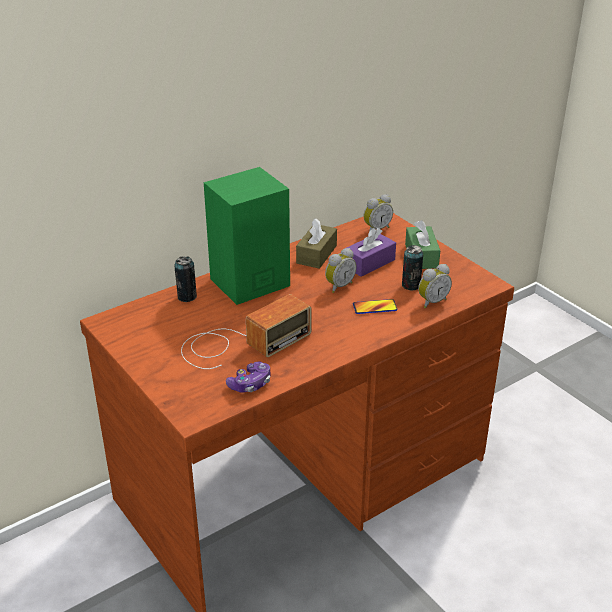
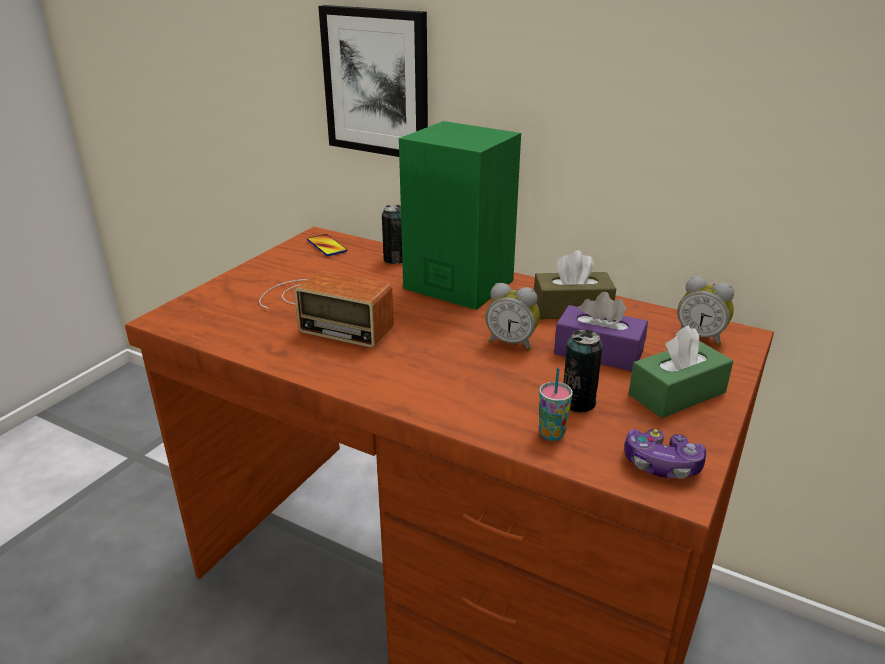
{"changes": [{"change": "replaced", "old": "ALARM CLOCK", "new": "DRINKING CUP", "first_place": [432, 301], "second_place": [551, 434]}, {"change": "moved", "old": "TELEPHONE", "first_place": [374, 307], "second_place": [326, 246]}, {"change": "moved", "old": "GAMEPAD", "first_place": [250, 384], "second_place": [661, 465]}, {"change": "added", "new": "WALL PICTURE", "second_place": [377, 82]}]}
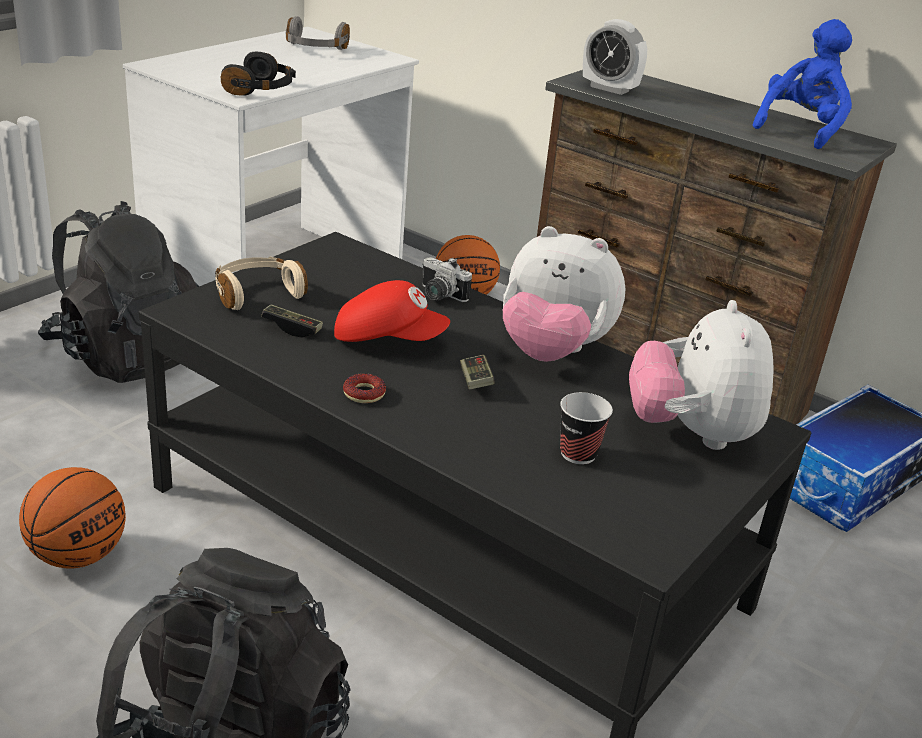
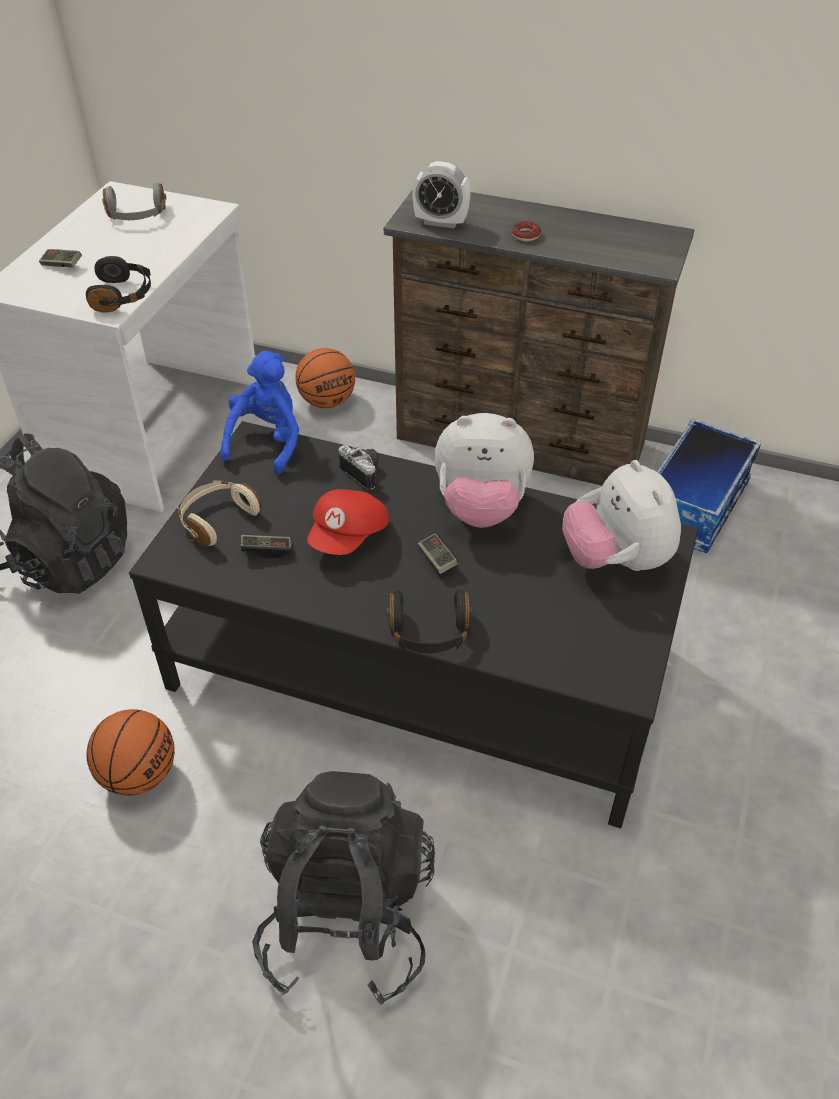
{"changes": [{"change": "moved", "old": "BLUISH CUDDLY TOY", "first_place": [800, 129], "second_place": [267, 441]}, {"change": "turned", "old": "STILL CAMERA", "first_place": [438, 295], "second_place": [365, 472], "degrees": -150}, {"change": "turned", "old": "RED BASEBALL CAP", "first_place": [388, 339], "second_place": [349, 536], "degrees": 120}, {"change": "moved", "old": "RING DOUGHNUT", "first_place": [364, 393], "second_place": [525, 235]}, {"change": "removed", "old": "DRINKING CUP", "first_place": [578, 454]}, {"change": "added", "new": "GAMEPAD", "second_place": [62, 265]}, {"change": "added", "new": "BLACK-COLOURED HEADPHONES", "second_place": [429, 633]}]}
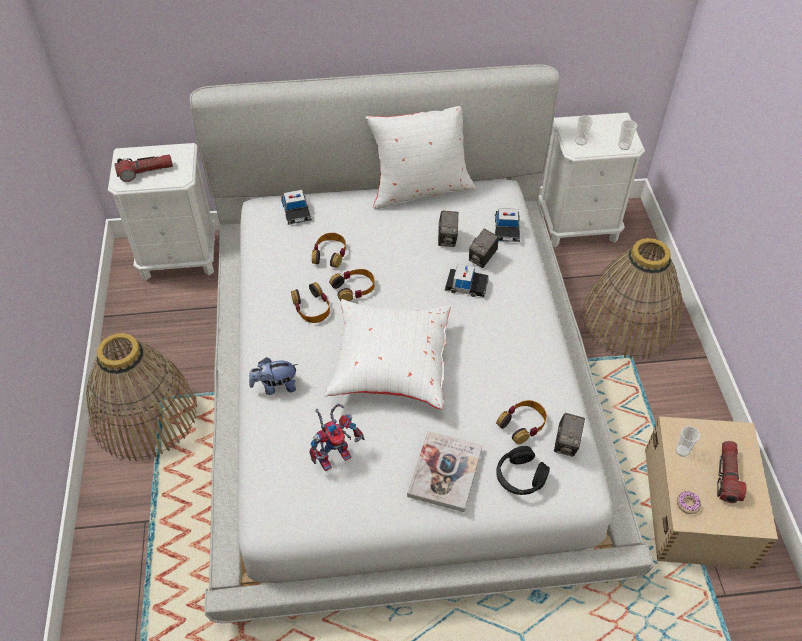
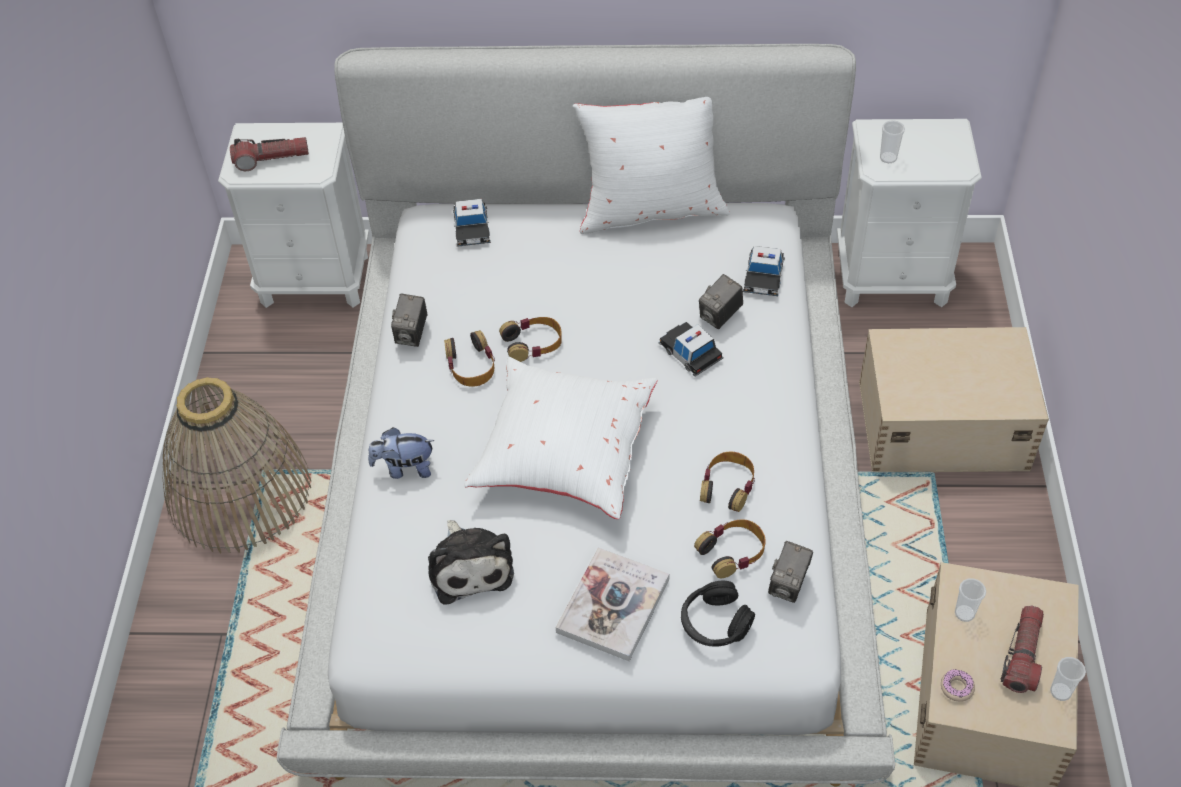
{"changes": [{"change": "moved", "old": "DRINKING CUP", "first_place": [624, 146], "second_place": [1060, 692]}, {"change": "moved", "old": "STILL CAMERA", "first_place": [447, 239], "second_place": [412, 334]}, {"change": "moved", "old": "HEADPHONES", "first_place": [330, 254], "second_place": [727, 486]}, {"change": "replaced", "old": "HOUSEHOLD BASKET", "new": "SAND-COLOURED STORAGE BOX", "first_place": [629, 321], "second_place": [940, 424]}, {"change": "turned", "old": "TOY CAR", "first_place": [466, 285], "second_place": [690, 352], "degrees": -150}, {"change": "replaced", "old": "TOY ROBOT", "new": "CUDDLY TOY", "first_place": [335, 454], "second_place": [469, 566]}]}
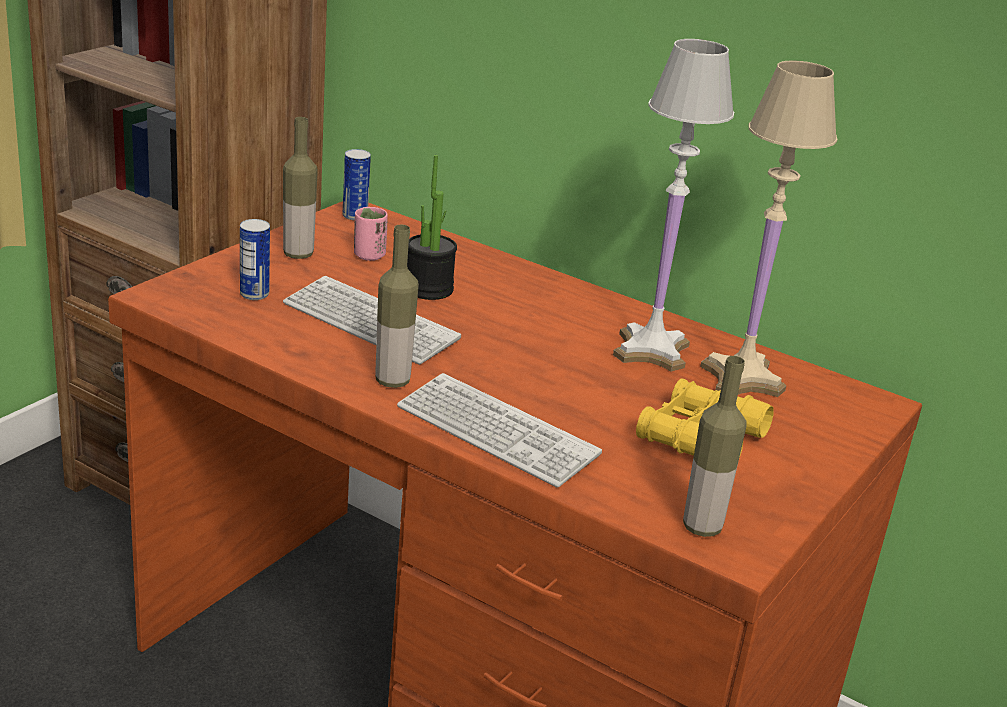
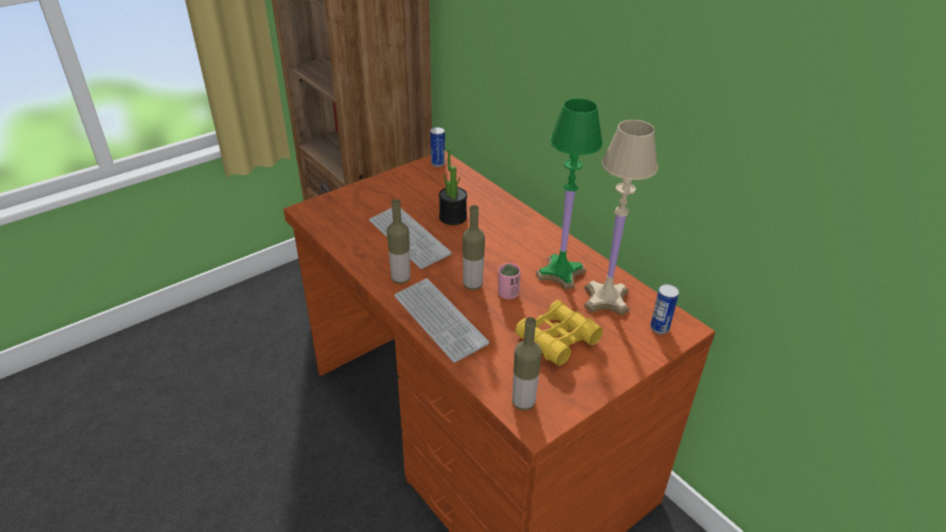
{"changes": [{"change": "recoloured", "old": "WHITE-COLOURED LAMP FOR A TABLE", "new": "GREENISH LAMP FOR A TABLE", "first_place": [650, 350], "second_place": [560, 273]}, {"change": "moved", "old": "BEVERAGE BOTTLE", "first_place": [298, 254], "second_place": [472, 285]}, {"change": "moved", "old": "PINK DRINKING CUP", "first_place": [369, 255], "second_place": [508, 294]}, {"change": "moved", "old": "SEALED CAN", "first_place": [254, 294], "second_place": [659, 328]}]}
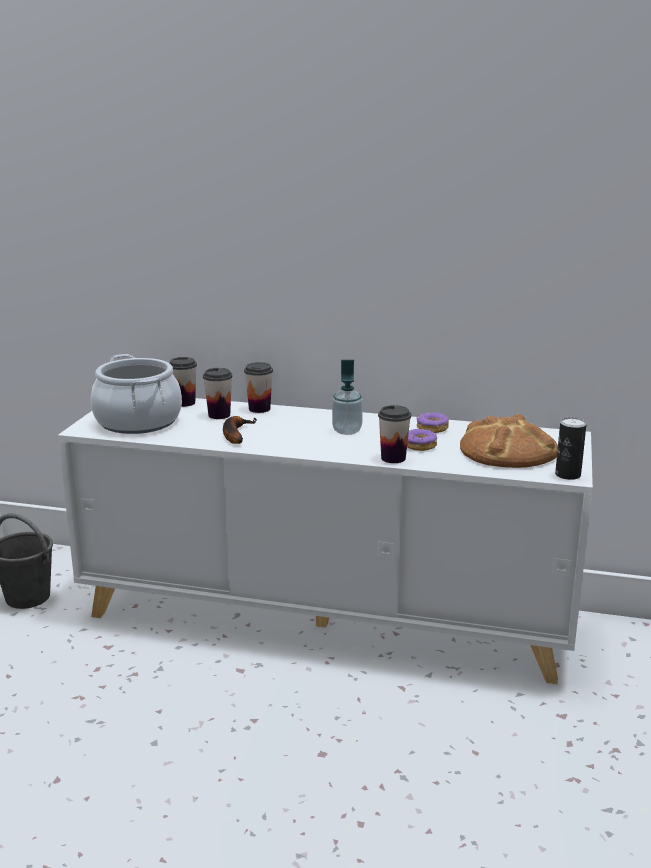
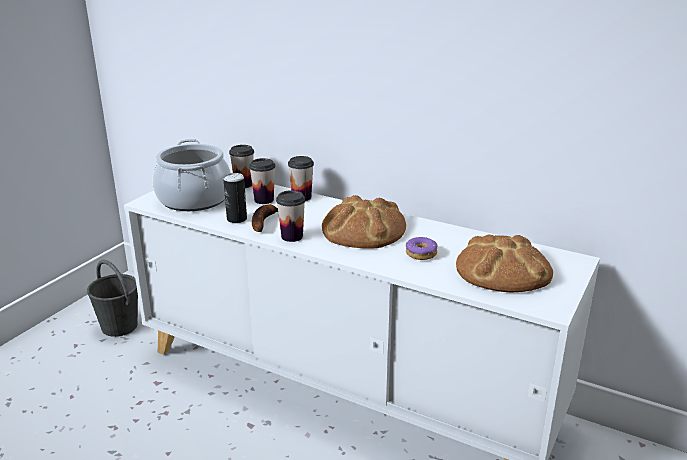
{"changes": [{"change": "replaced", "old": "SOAP DISPENSER", "new": "BREAD", "first_place": [347, 431], "second_place": [363, 229]}, {"change": "moved", "old": "DRINKING CUP", "first_place": [393, 458], "second_place": [292, 236]}, {"change": "removed", "old": "RING DOUGHNUT", "first_place": [432, 428]}, {"change": "moved", "old": "SEALED CAN", "first_place": [567, 475], "second_place": [236, 219]}]}
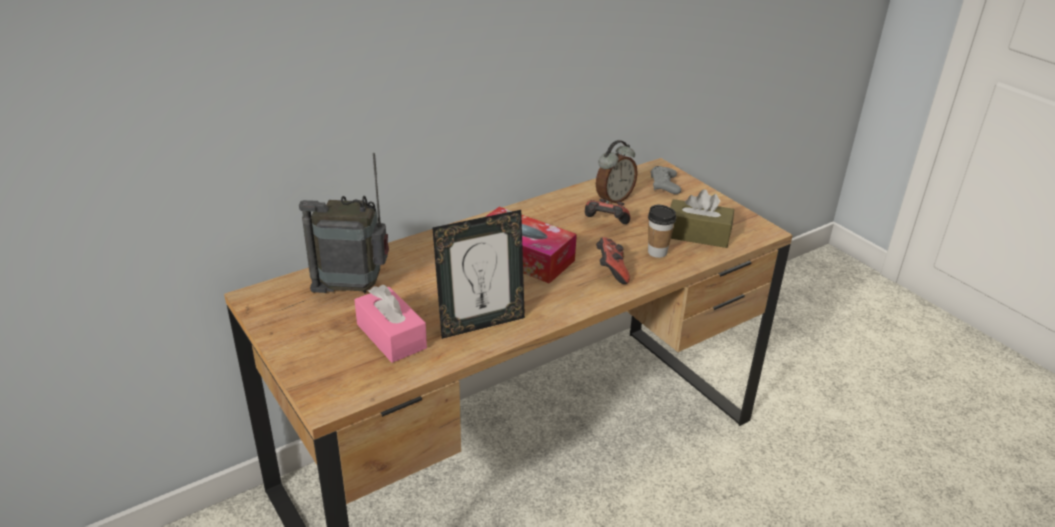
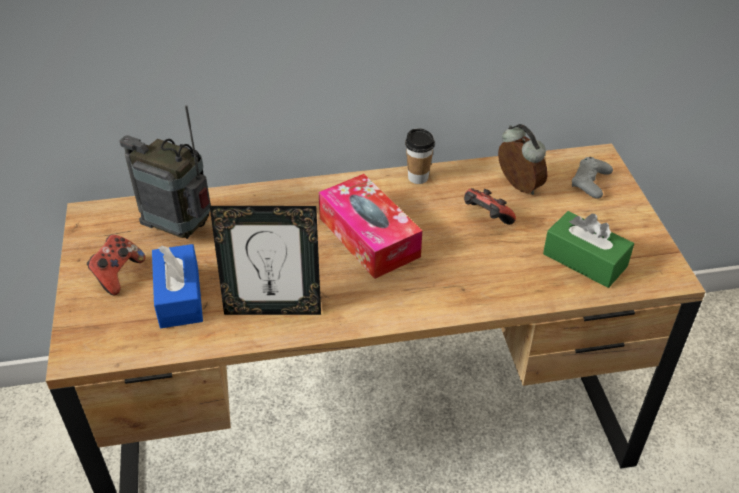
{"changes": [{"change": "turned", "old": "ALARM CLOCK", "first_place": [613, 199], "second_place": [517, 187], "degrees": -105}, {"change": "recoloured", "old": "BROWN TISSUE HOLDER", "new": "GREENISH TISSUE HOLDER", "first_place": [697, 234], "second_place": [584, 260]}, {"change": "moved", "old": "DRINKING CUP", "first_place": [657, 252], "second_place": [418, 177]}, {"change": "moved", "old": "GAMEPAD", "first_place": [611, 271], "second_place": [117, 274]}, {"change": "recoloured", "old": "PINK TISSUE HOLDER", "new": "BLUISH TISSUE HOLDER", "first_place": [391, 336], "second_place": [179, 297]}]}
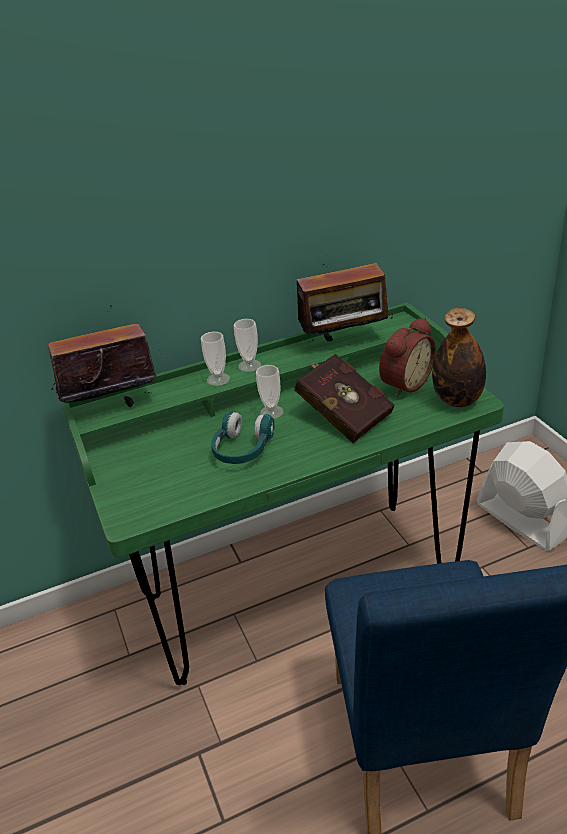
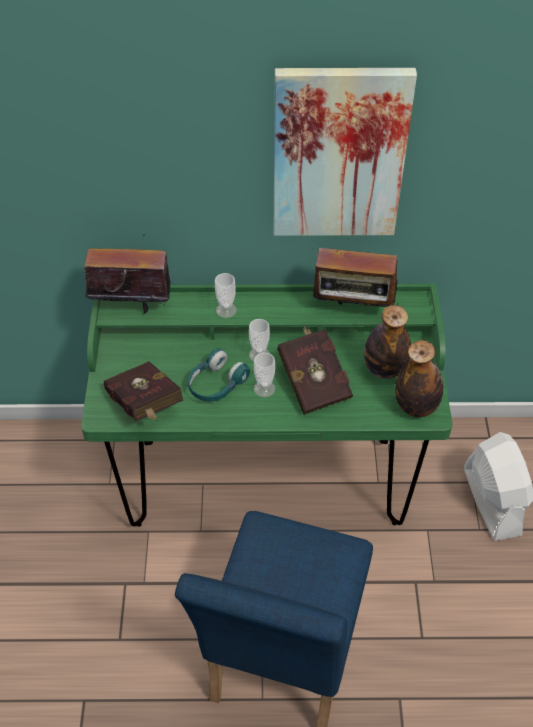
{"changes": [{"change": "replaced", "old": "ALARM CLOCK", "new": "BEVERAGE BOTTLE", "first_place": [404, 383], "second_place": [384, 369]}, {"change": "moved", "old": "DRINKING CUP", "first_place": [249, 366], "second_place": [264, 388]}, {"change": "added", "new": "WALL PICTURE", "second_place": [338, 154]}, {"change": "added", "new": "RED BOOK", "second_place": [145, 406]}]}
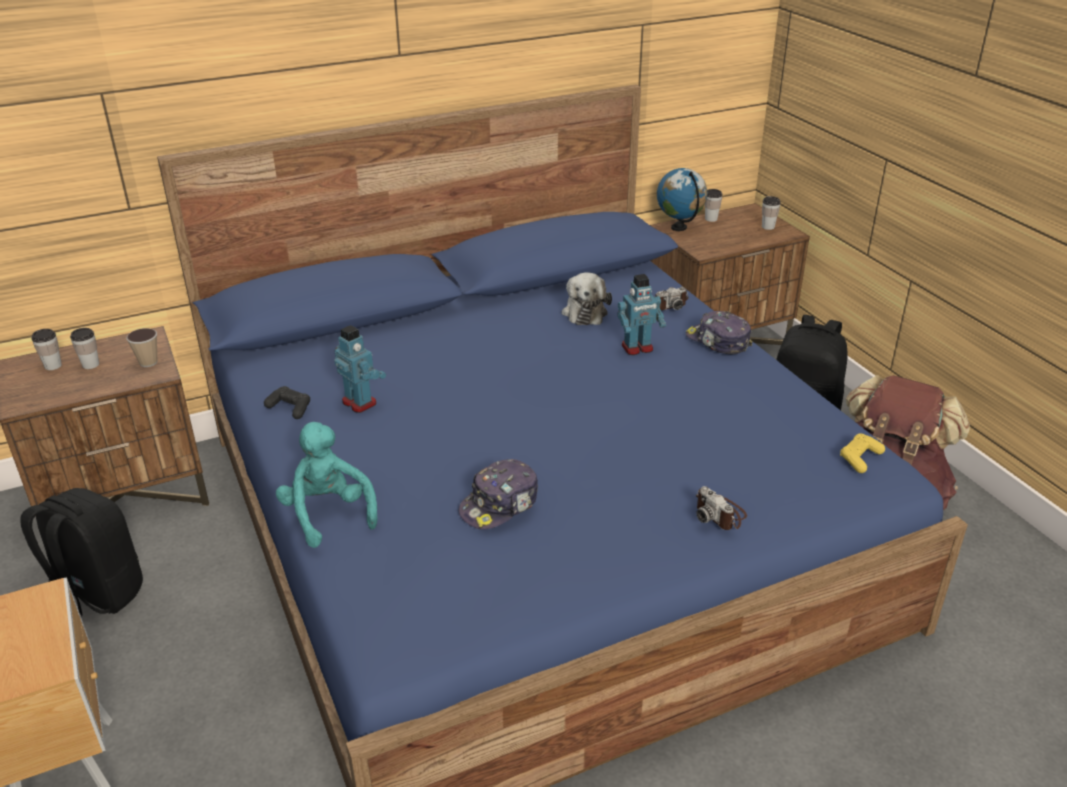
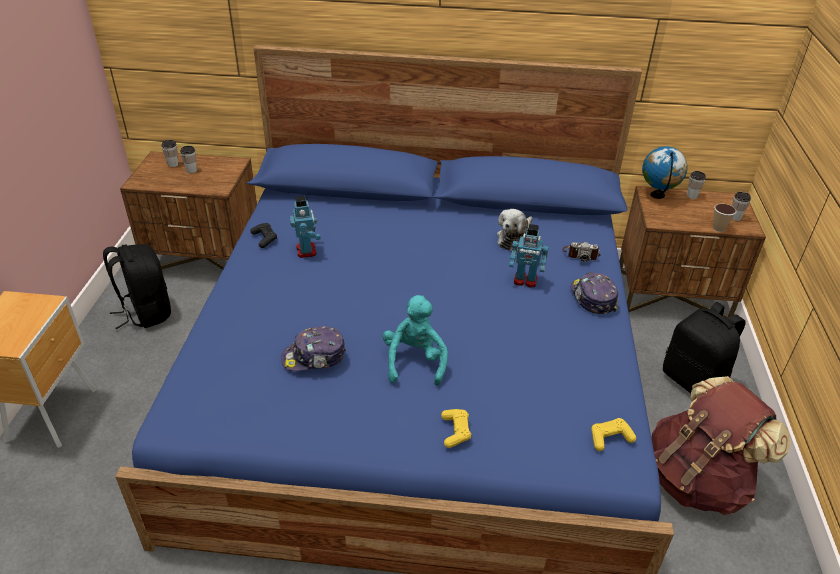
{"changes": [{"change": "moved", "old": "DRINKING CUP", "first_place": [148, 362], "second_place": [719, 228]}, {"change": "moved", "old": "TURQUOISE-COLOURED CUDDLY TOY", "first_place": [328, 514], "second_place": [414, 361]}, {"change": "replaced", "old": "STILL CAMERA", "new": "YELLOW-COLOURED GAMEPAD", "first_place": [720, 514], "second_place": [455, 431]}]}
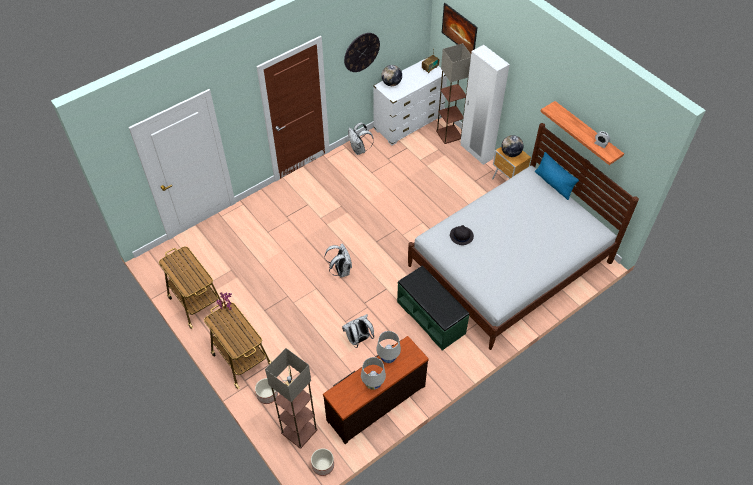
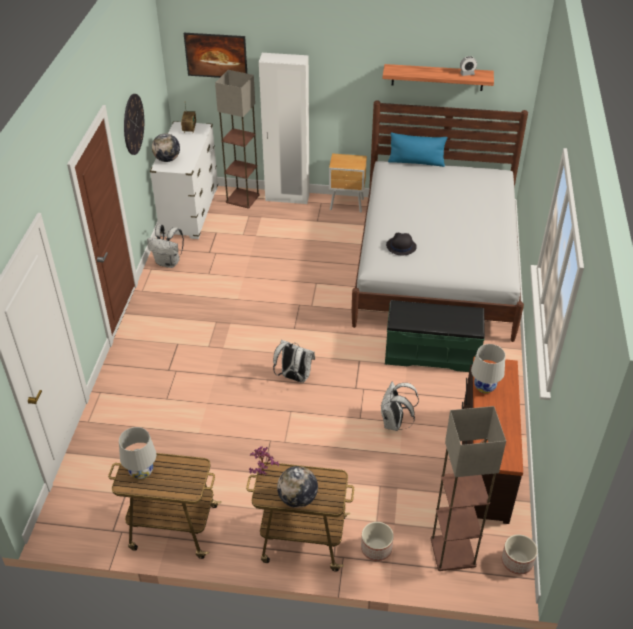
{"changes": [{"change": "moved", "old": "GLOBE", "first_place": [510, 153], "second_place": [297, 499]}, {"change": "moved", "old": "WHITE-COLOURED LAMP FOR A TABLE", "first_place": [373, 383], "second_place": [141, 472]}]}
